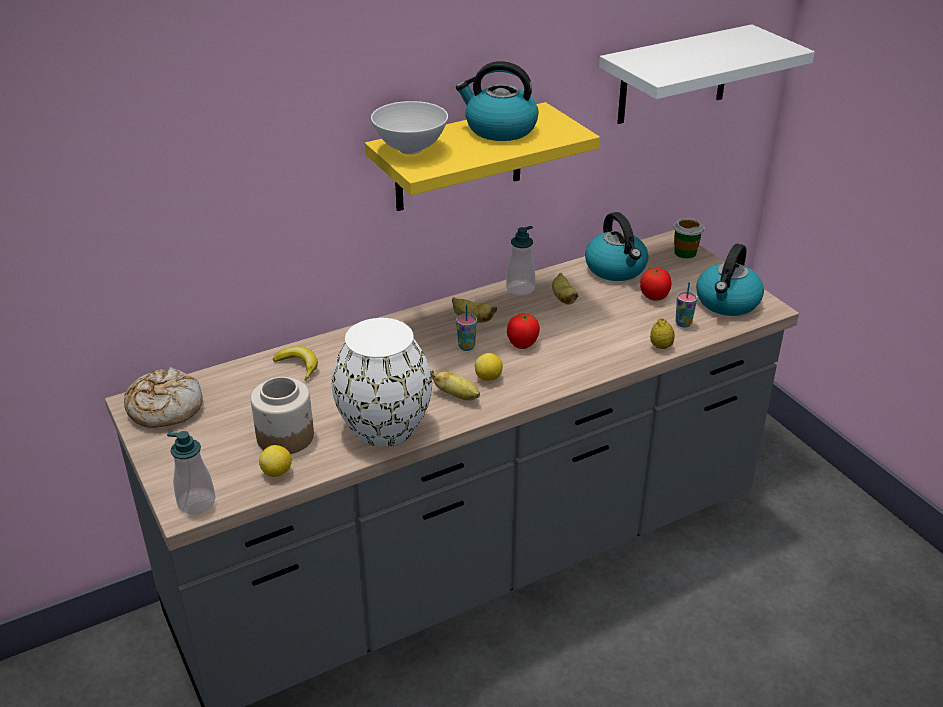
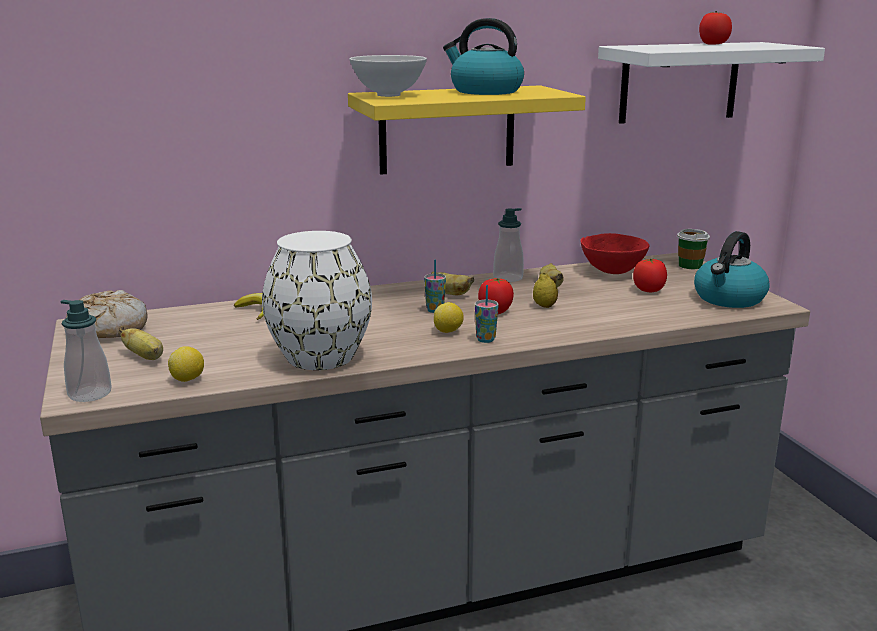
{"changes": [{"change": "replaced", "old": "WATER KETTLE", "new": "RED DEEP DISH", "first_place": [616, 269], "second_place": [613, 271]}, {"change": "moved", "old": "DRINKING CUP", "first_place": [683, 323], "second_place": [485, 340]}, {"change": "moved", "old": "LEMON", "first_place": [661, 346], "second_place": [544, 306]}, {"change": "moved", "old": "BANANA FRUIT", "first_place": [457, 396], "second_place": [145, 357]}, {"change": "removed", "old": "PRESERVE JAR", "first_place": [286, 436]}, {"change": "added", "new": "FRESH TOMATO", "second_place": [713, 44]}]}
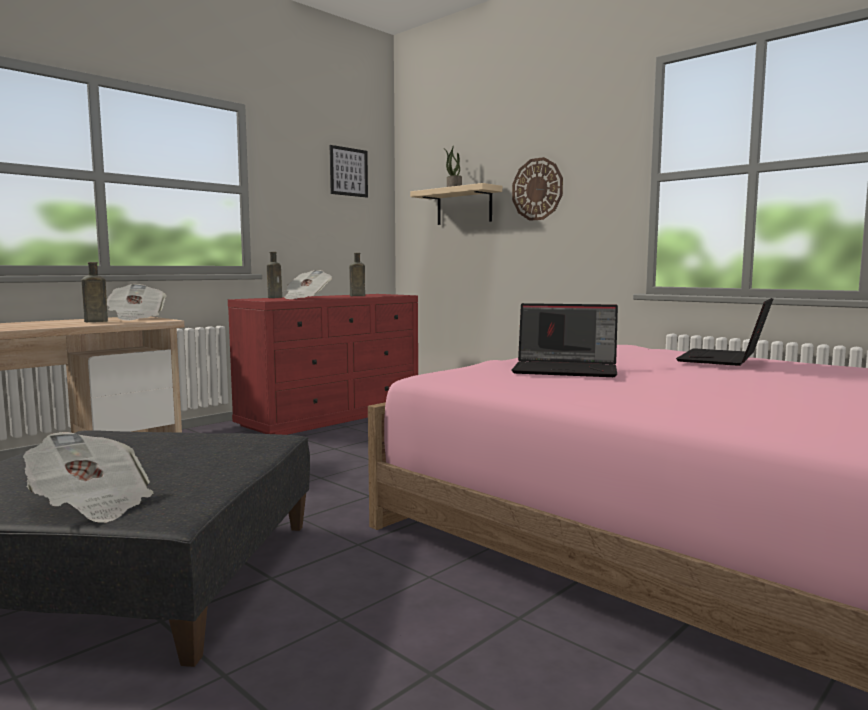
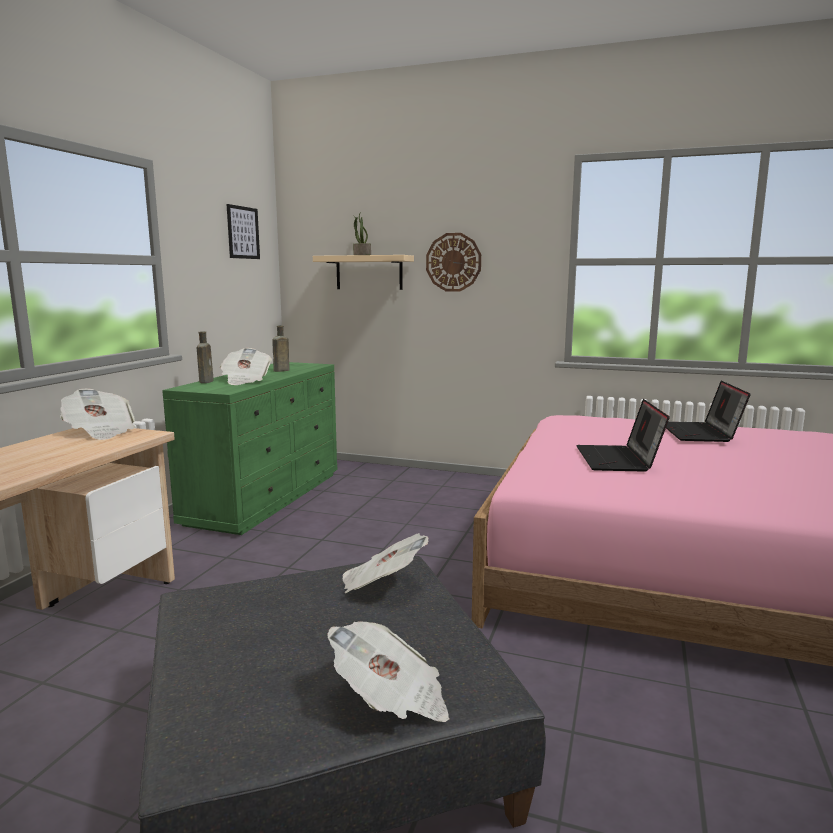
{"changes": [{"change": "removed", "old": "BROWN BEVERAGE BOTTLE", "first_place": [94, 321]}, {"change": "recoloured", "old": "RED CHEST OF DRAWERS", "new": "GREENISH CHEST OF DRAWERS", "first_place": [332, 416], "second_place": [266, 497]}, {"change": "turned", "old": "LAPTOP", "first_place": [567, 370], "second_place": [619, 460], "degrees": 105}, {"change": "added", "new": "DAILY PAPER", "second_place": [382, 584]}]}
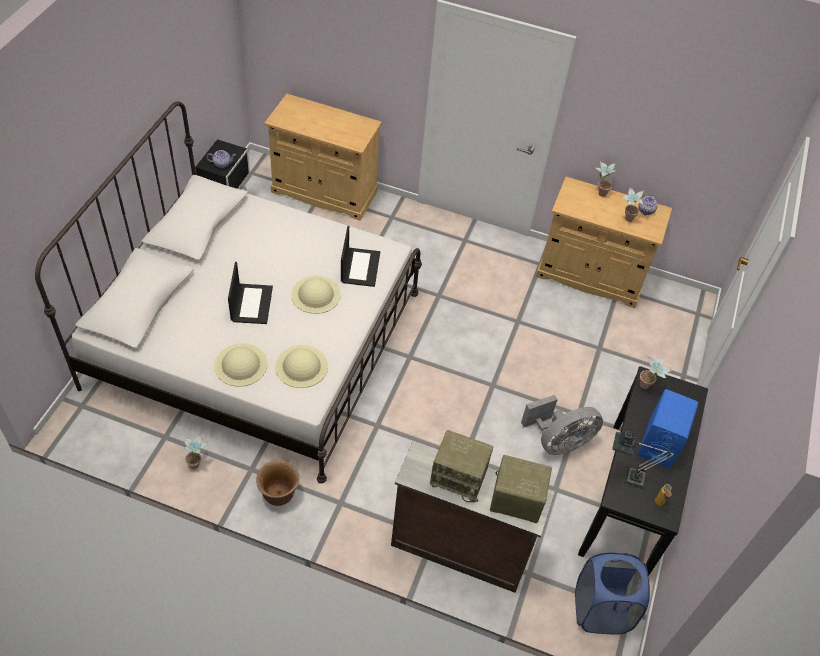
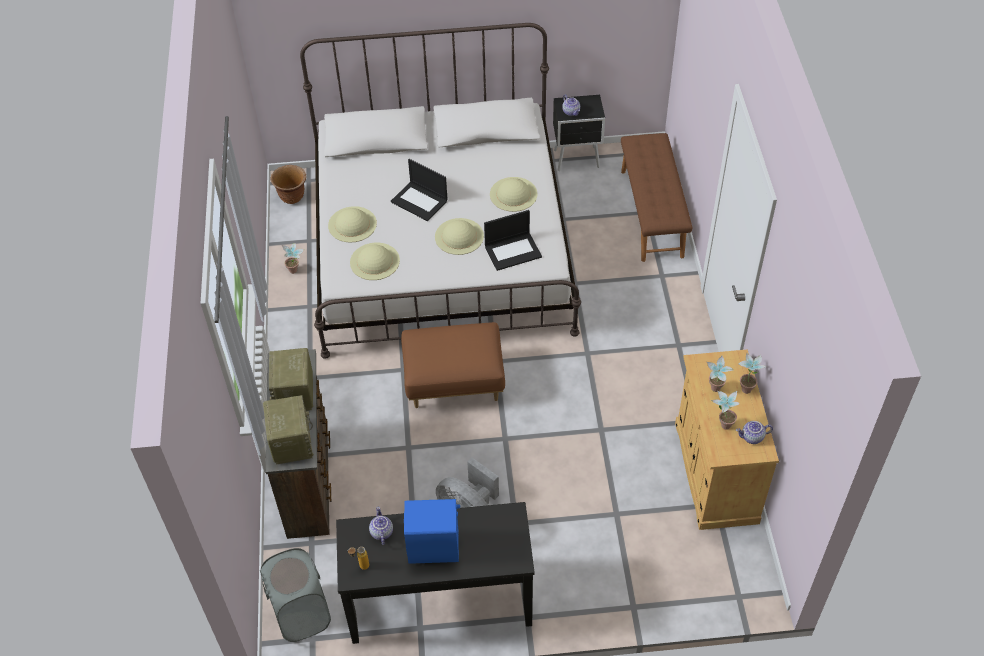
{"changes": [{"change": "replaced", "old": "SAND-COLOURED CUPBOARD", "new": "BROWN BENCH", "first_place": [324, 192], "second_place": [652, 213]}, {"change": "turned", "old": "LAPTOP", "first_place": [251, 303], "second_place": [420, 201], "degrees": 60}, {"change": "moved", "old": "PLANT IN A POT", "first_place": [647, 387], "second_place": [714, 391]}, {"change": "replaced", "old": "LAMP FOR A TABLE", "new": "TEAPOT", "first_place": [629, 476], "second_place": [381, 532]}, {"change": "moved", "old": "BROWN PLANTER", "first_place": [279, 494], "second_place": [292, 197]}, {"change": "recoloured", "old": "BLUISH HAMPER", "new": "GREY HAMPER", "first_place": [601, 610], "second_place": [301, 614]}, {"change": "added", "new": "SAND-COLOURED WEARABLE HAT", "second_place": [513, 194]}, {"change": "added", "new": "BROWN OTTOMAN", "second_place": [455, 382]}]}
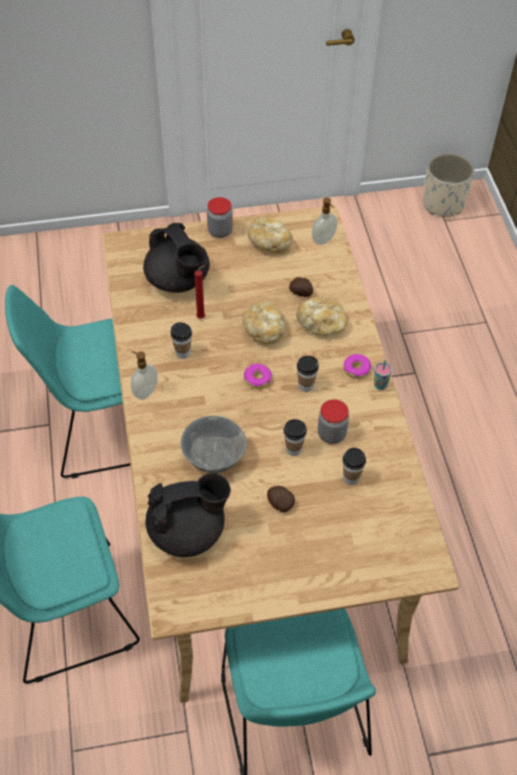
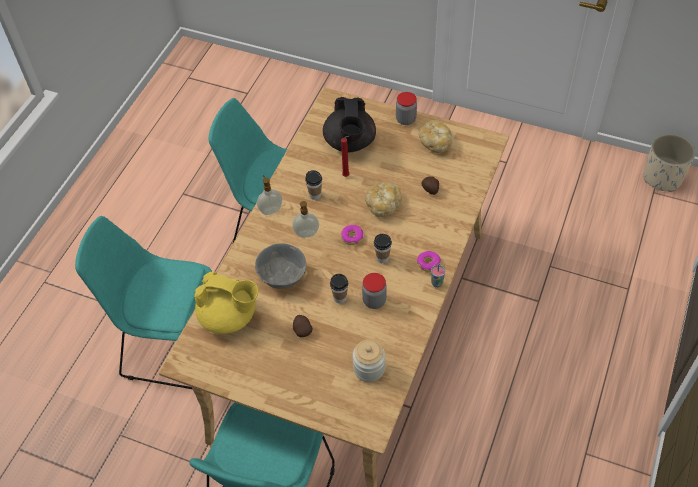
{"changes": [{"change": "moved", "old": "SOAP DISPENSER", "first_place": [324, 240], "second_place": [306, 234]}, {"change": "removed", "old": "BREAD", "first_place": [321, 324]}, {"change": "removed", "old": "DRINKING CUP", "first_place": [351, 478]}, {"change": "recoloured", "old": "BLACK-COLOURED TEAPOT", "new": "YELLOW-COLOURED TEAPOT", "first_place": [188, 531], "second_place": [229, 317]}, {"change": "added", "new": "PRESERVE JAR", "second_place": [369, 368]}]}
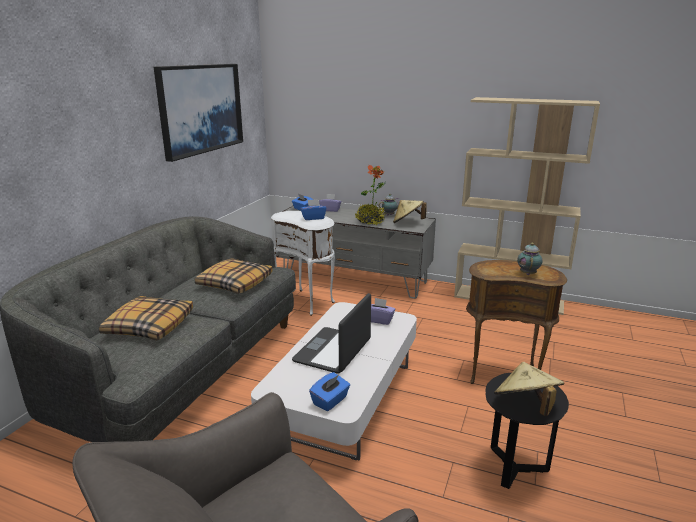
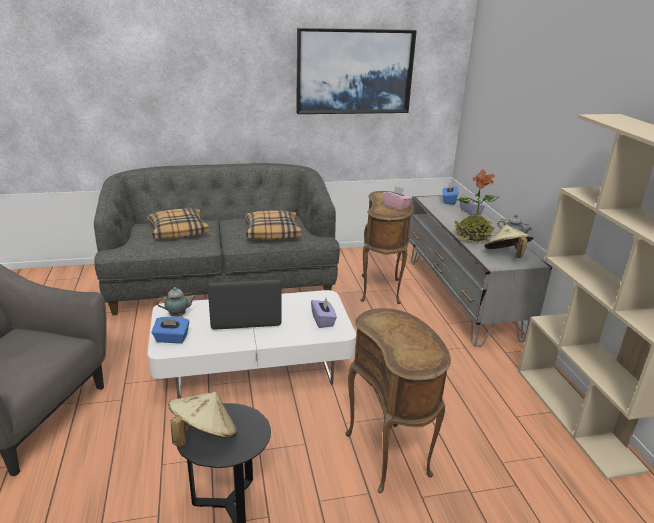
{"changes": [{"change": "recoloured", "old": "BLUISH TISSUE HOLDER", "new": "PINK TISSUE HOLDER", "first_place": [313, 218], "second_place": [396, 206]}, {"change": "recoloured", "old": "WHITE-COLOURED END TABLE", "new": "BROWN END TABLE", "first_place": [306, 301], "second_place": [382, 290]}, {"change": "moved", "old": "TEAPOT", "first_place": [528, 273], "second_place": [179, 315]}]}
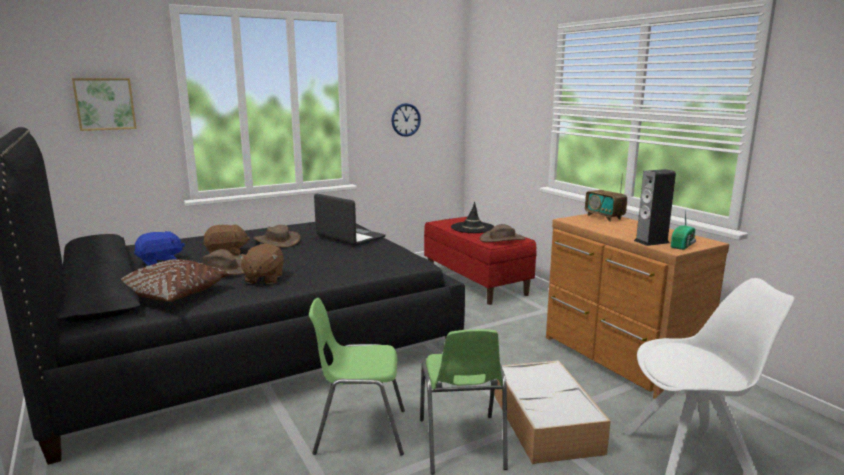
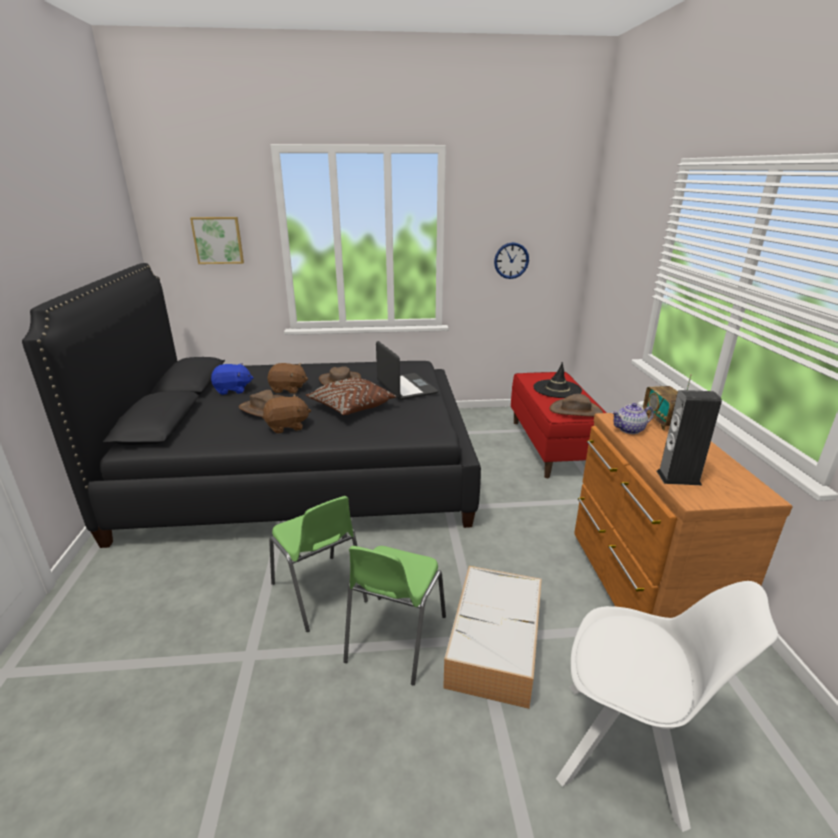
{"changes": [{"change": "removed", "old": "RADIO RECEIVER", "first_place": [683, 245]}, {"change": "turned", "old": "BROWN CUDDLY TOY", "first_place": [263, 279], "second_place": [287, 426], "degrees": -135}, {"change": "moved", "old": "BROWN THROW PILLOW", "first_place": [171, 296], "second_place": [351, 407]}, {"change": "turned", "old": "GREENISH PLAIN CHAIR", "first_place": [360, 432], "second_place": [319, 593], "degrees": -150}, {"change": "added", "new": "TEAPOT", "second_place": [630, 429]}]}
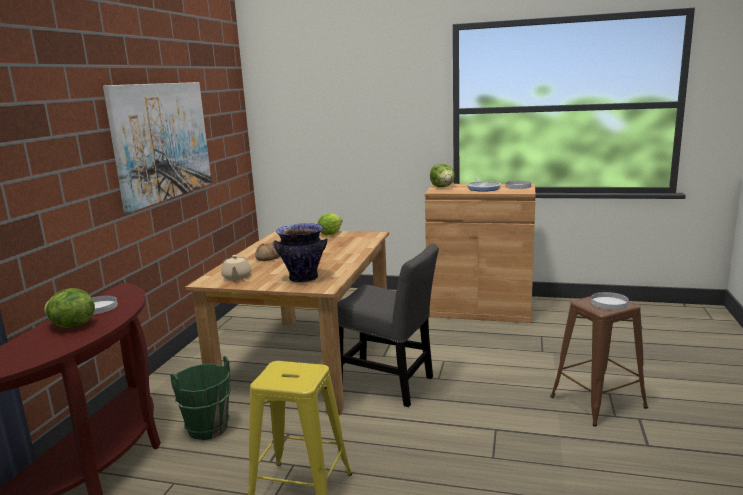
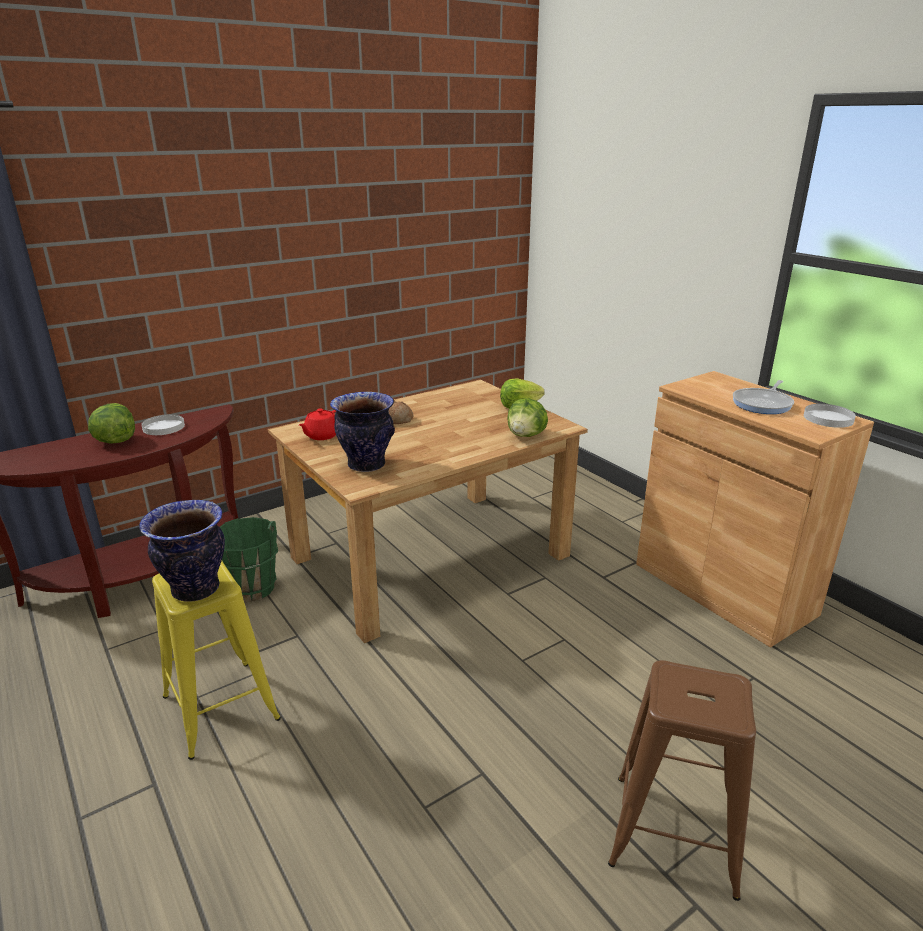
{"changes": [{"change": "removed", "old": "WALL PICTURE", "first_place": [162, 141]}, {"change": "moved", "old": "HEAD OF LETTUCE", "first_place": [443, 187], "second_place": [526, 435]}, {"change": "removed", "old": "GREY PLAIN CHAIR", "first_place": [389, 384]}, {"change": "recoloured", "old": "SAND-COLOURED TEAPOT", "new": "RED TEAPOT", "first_place": [236, 277], "second_place": [321, 436]}, {"change": "removed", "old": "WHITE-COLOURED PLATE", "first_place": [609, 303]}, {"change": "added", "new": "FLOWER VASE", "second_place": [194, 590]}]}
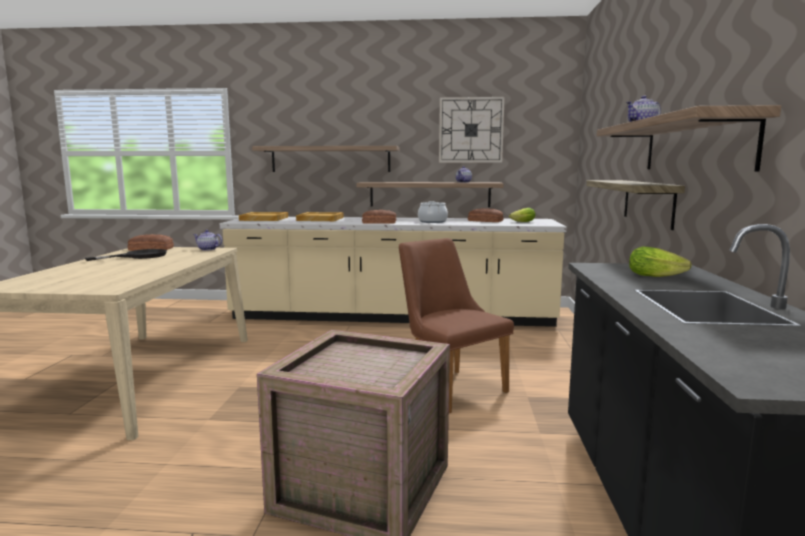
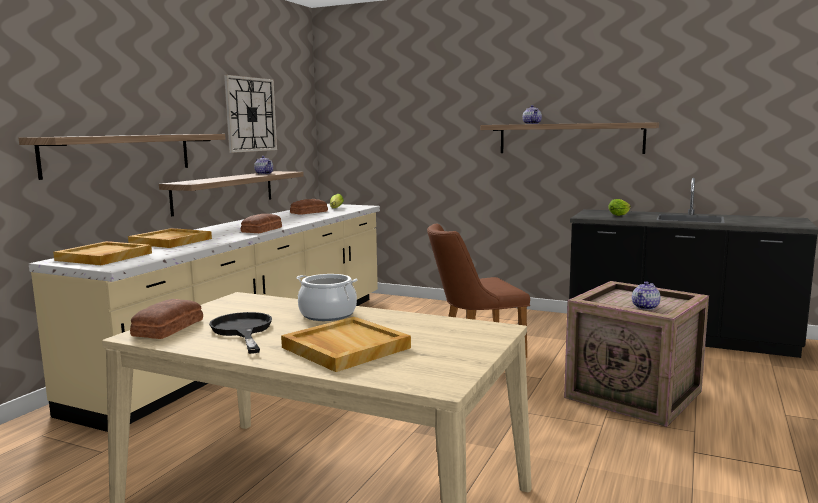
{"changes": [{"change": "removed", "old": "SHELF", "first_place": [648, 202]}, {"change": "moved", "old": "STOCKPOT", "first_place": [432, 221], "second_place": [328, 314]}, {"change": "moved", "old": "TEAPOT", "first_place": [207, 249], "second_place": [645, 307]}, {"change": "added", "new": "SAND-COLOURED SERVING TRAY", "second_place": [344, 347]}]}
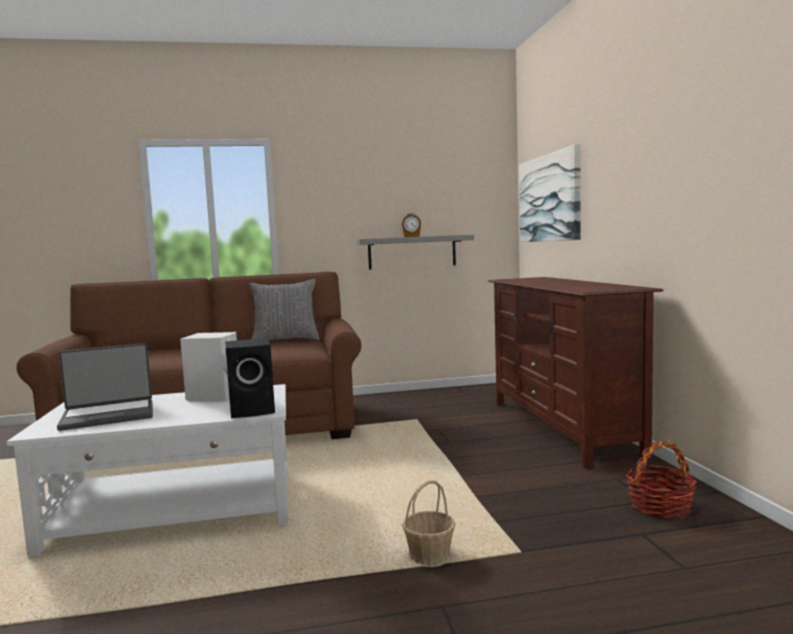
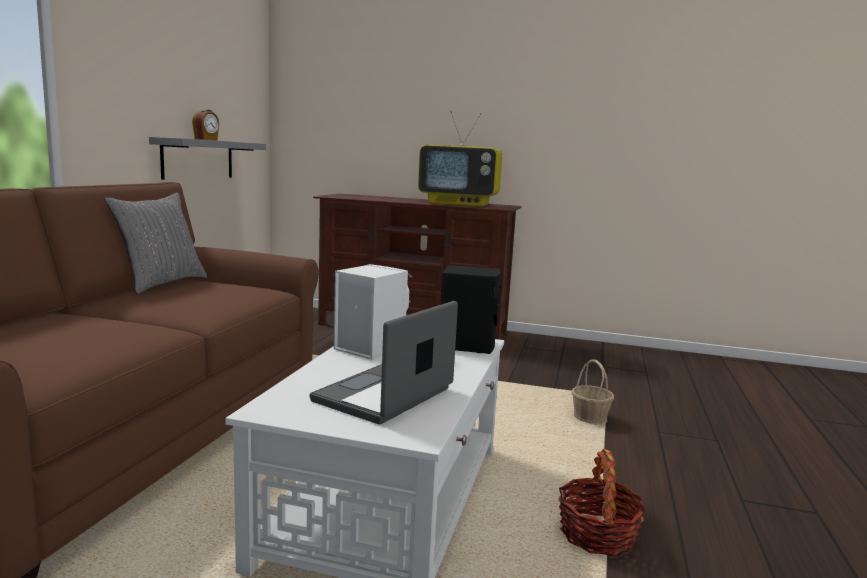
{"changes": [{"change": "removed", "old": "WALL PICTURE", "first_place": [549, 198]}, {"change": "turned", "old": "LAPTOP", "first_place": [108, 416], "second_place": [385, 396], "degrees": -150}, {"change": "moved", "old": "HOUSEHOLD BASKET", "first_place": [660, 507], "second_place": [597, 535]}, {"change": "added", "new": "TV", "second_place": [459, 204]}]}
